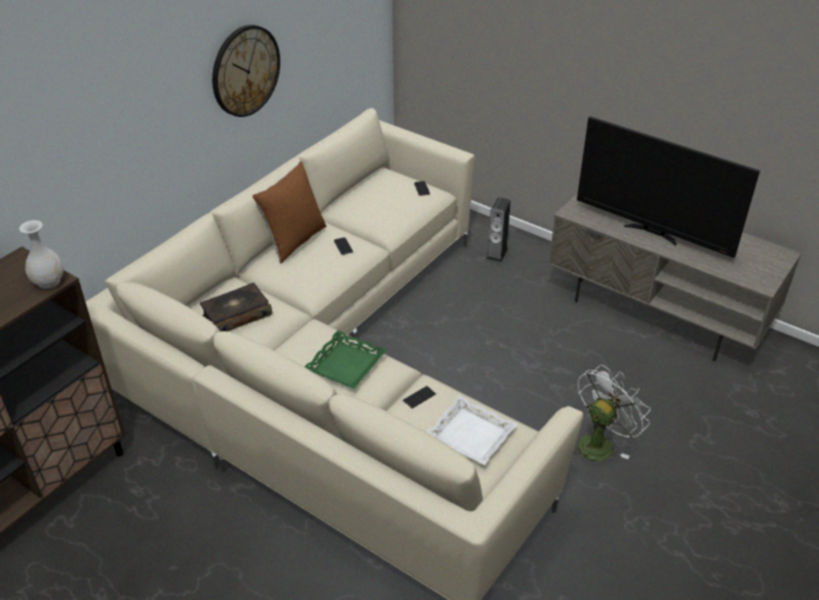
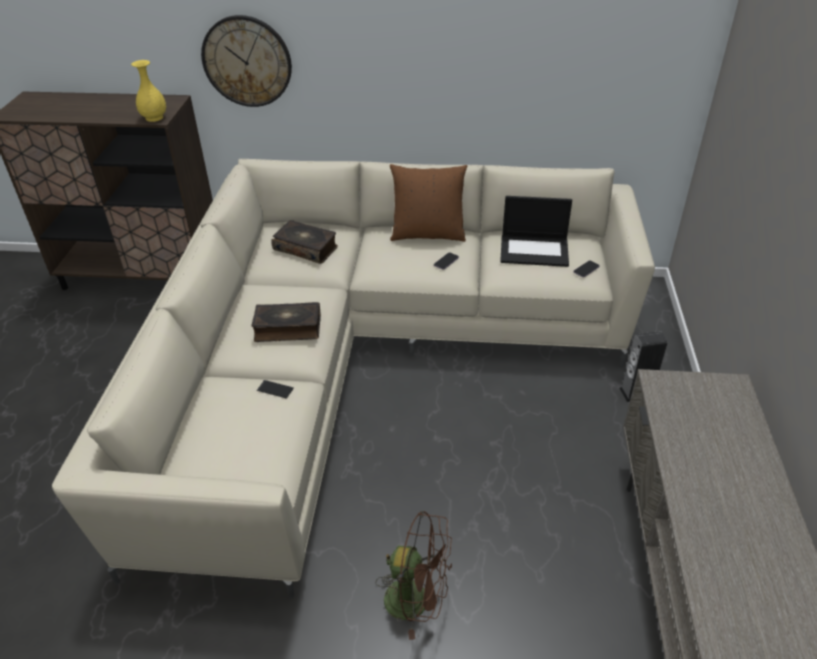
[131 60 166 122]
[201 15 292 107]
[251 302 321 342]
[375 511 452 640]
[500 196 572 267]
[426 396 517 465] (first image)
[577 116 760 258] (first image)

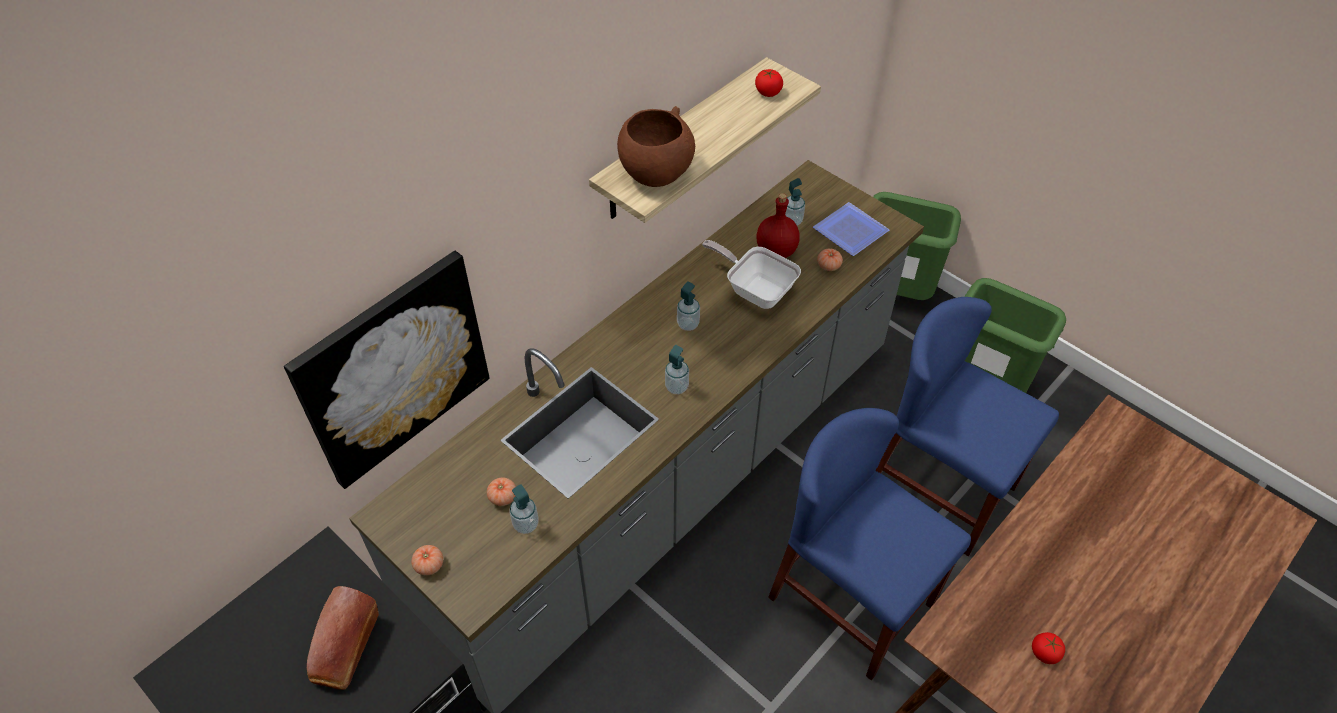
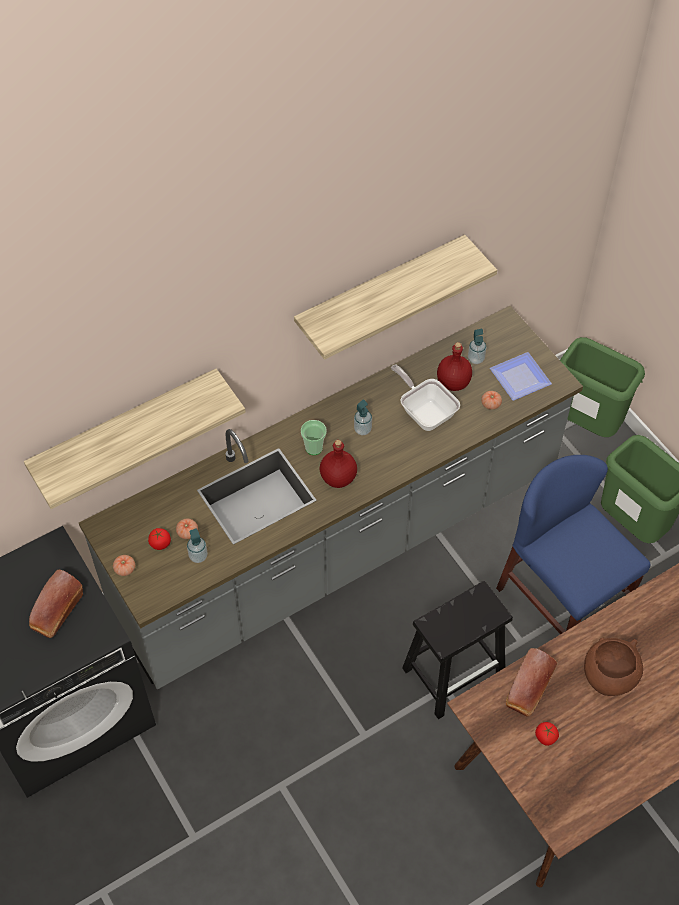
[24 369 246 509]
[148 528 171 550]
[301 420 327 455]
[320 440 357 488]
[402 581 513 719]
[506 648 557 717]
[584 637 643 696]

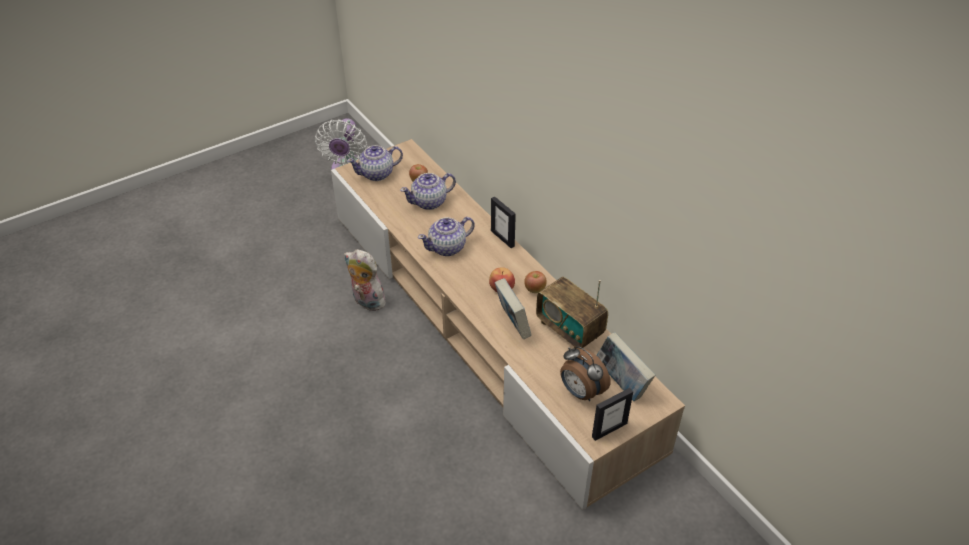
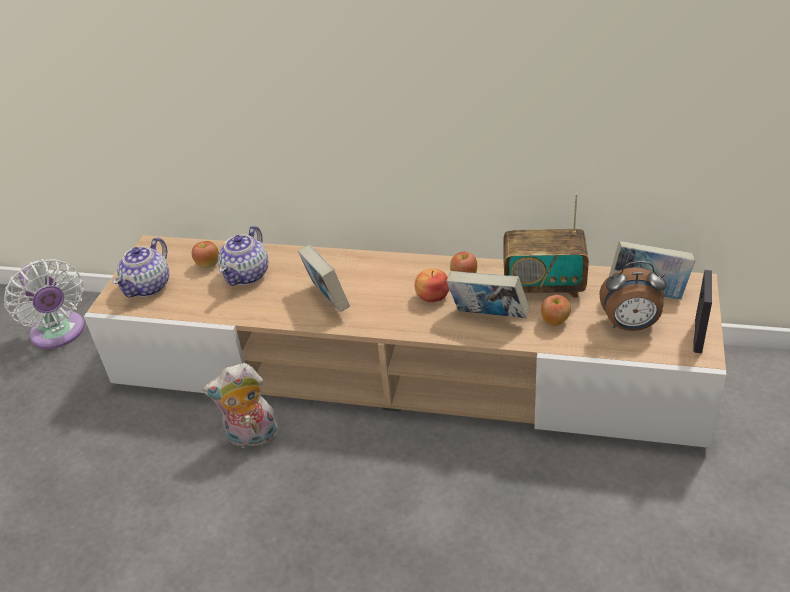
[298 245 350 312]
[541 295 571 326]
[491 197 516 248] (first image)

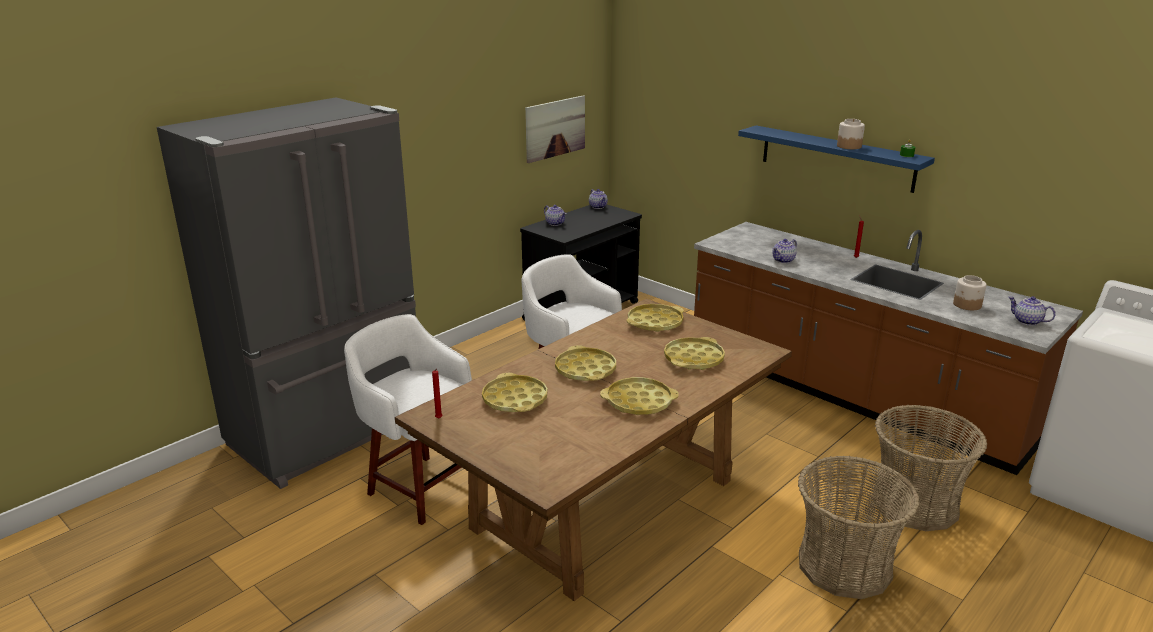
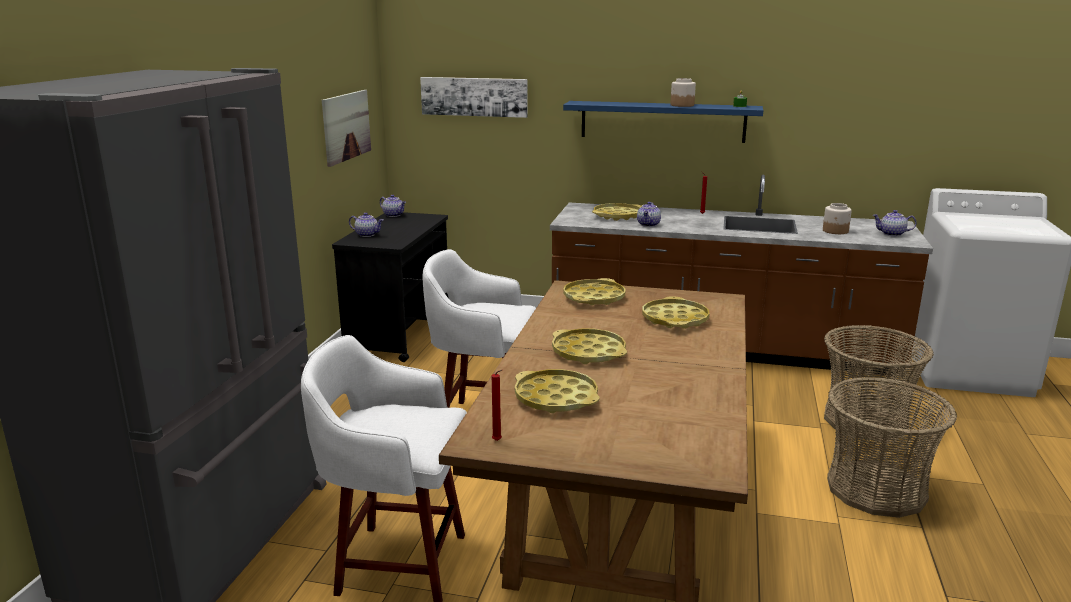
[420 77 528 118]
[592 203 642 221]

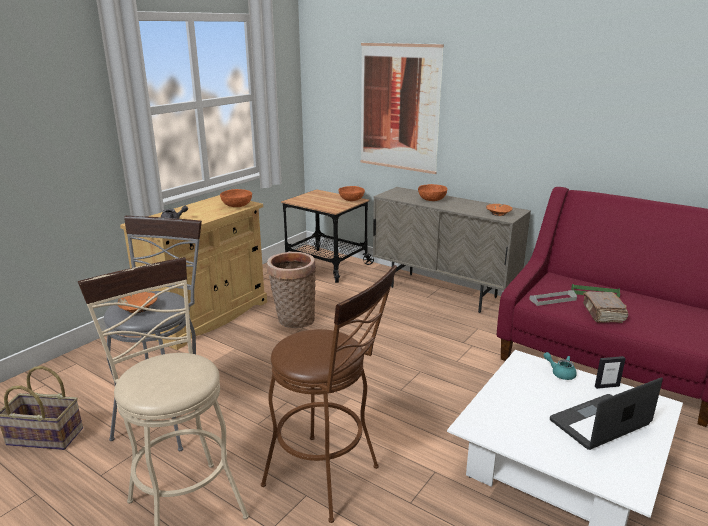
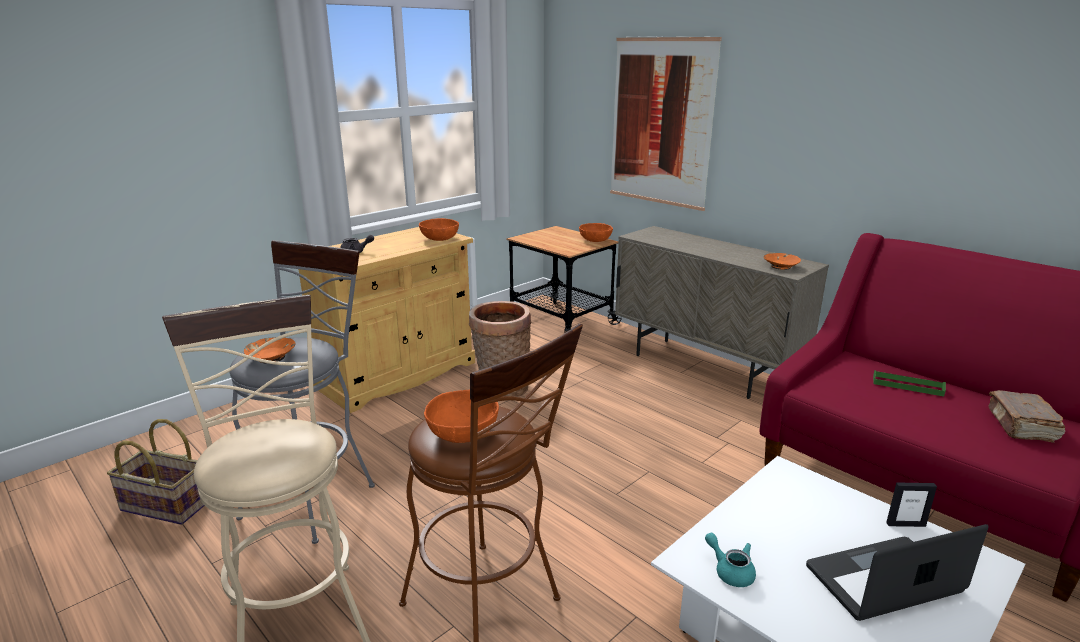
[424 390 499 443]
[705 533 756 587]
[988 390 1065 443]
[529 290 577 306] (first image)

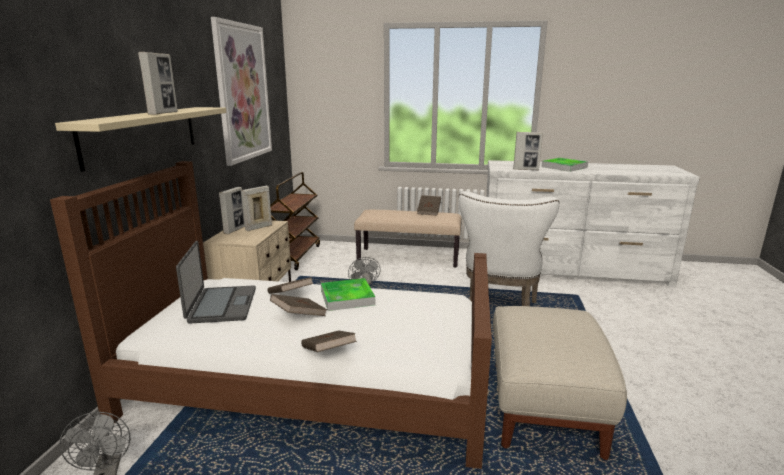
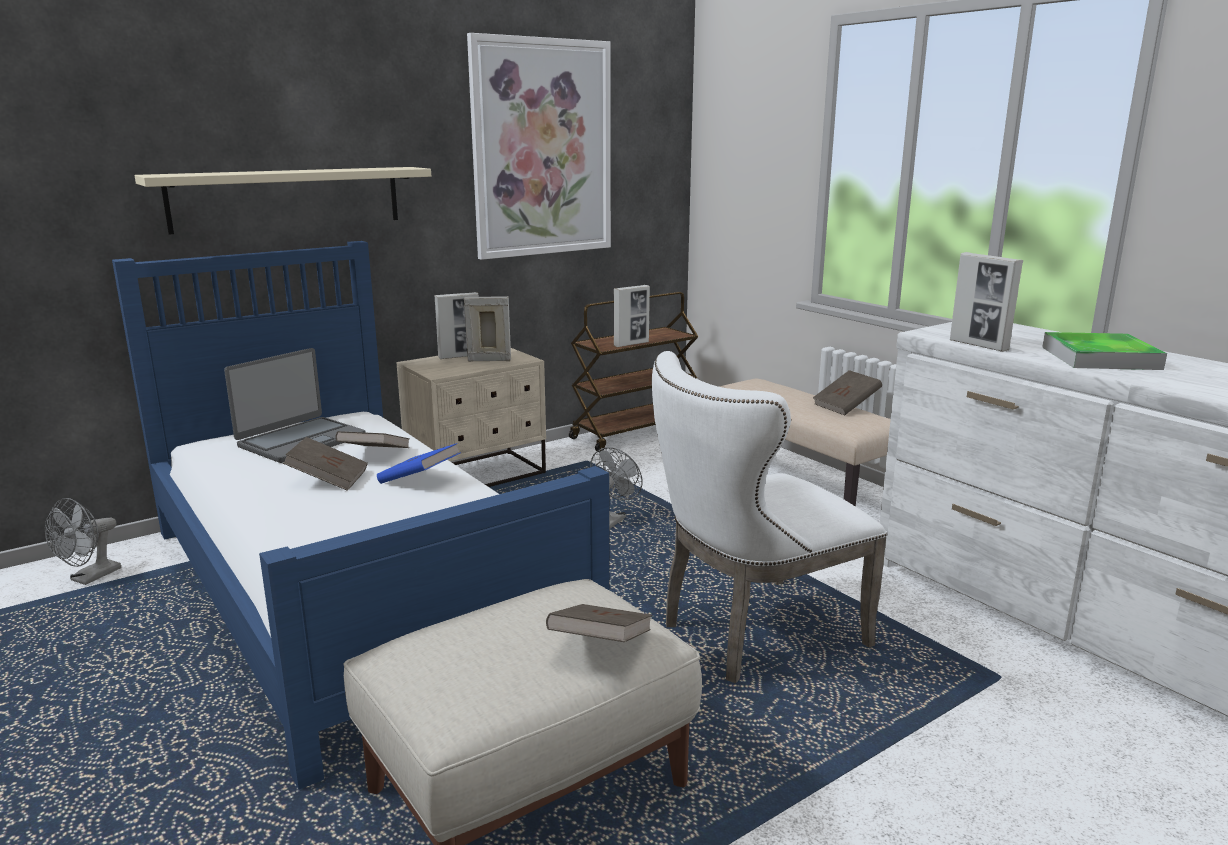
[112 241 609 790]
[377 443 461 484]
[546 604 652 642]
[614 285 650 347]

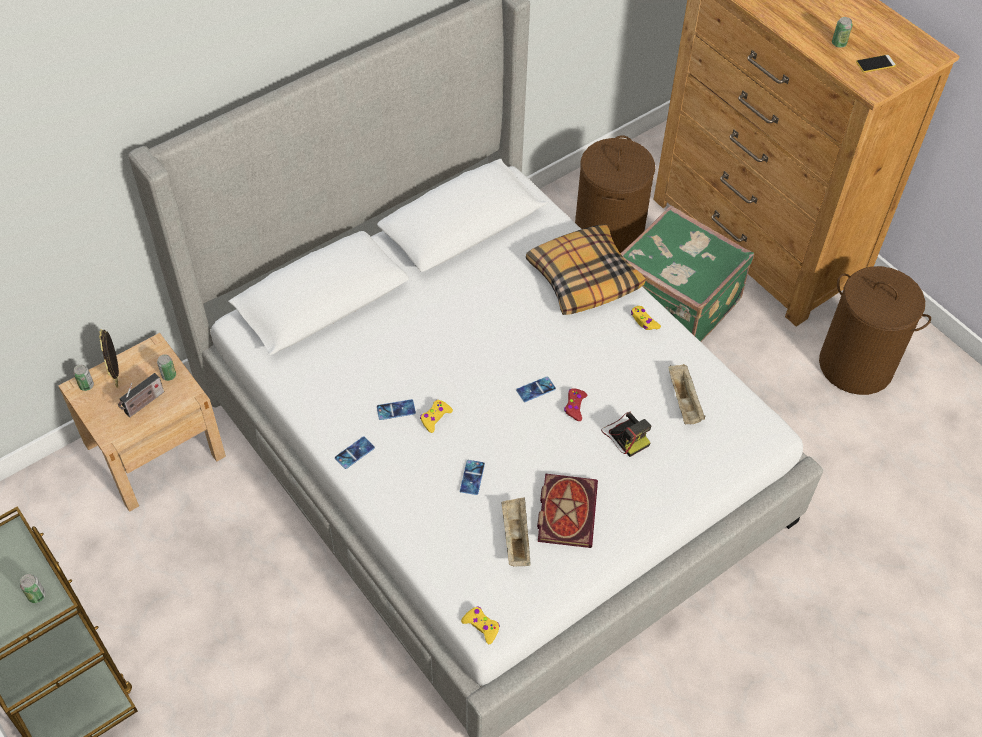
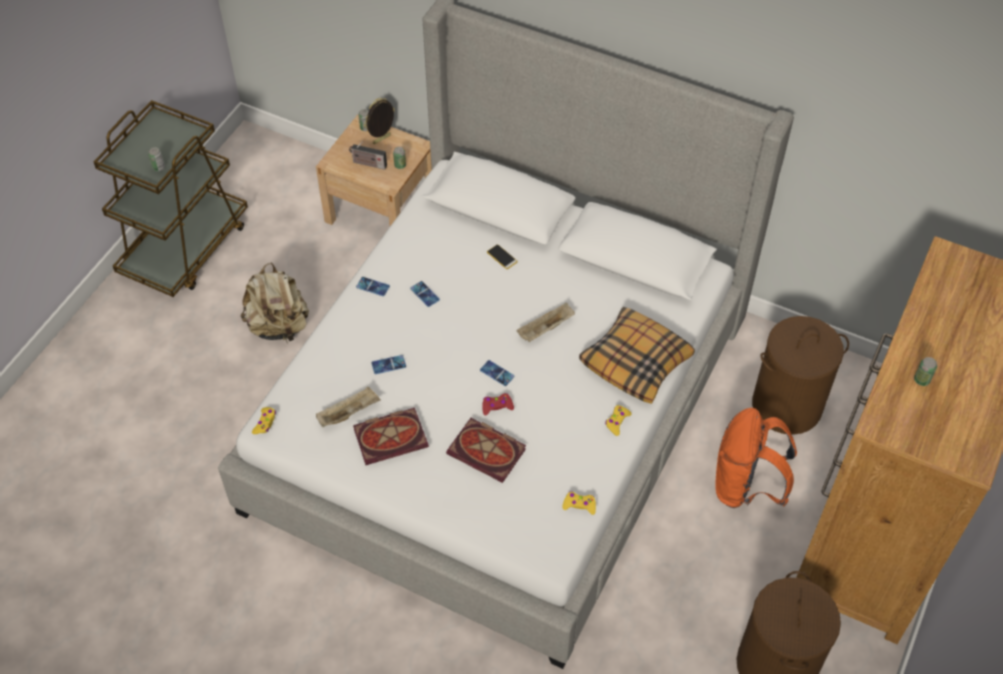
[241 263 309 344]
[446 418 526 483]
[487 245 517 269]
[516 303 575 342]
[562 492 596 515]
[715 408 797 508]

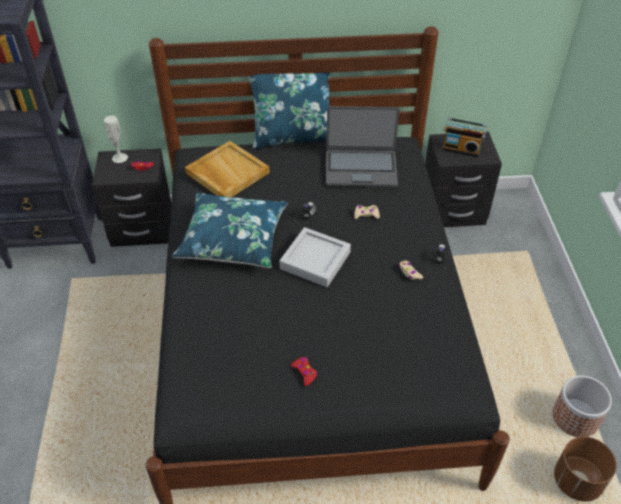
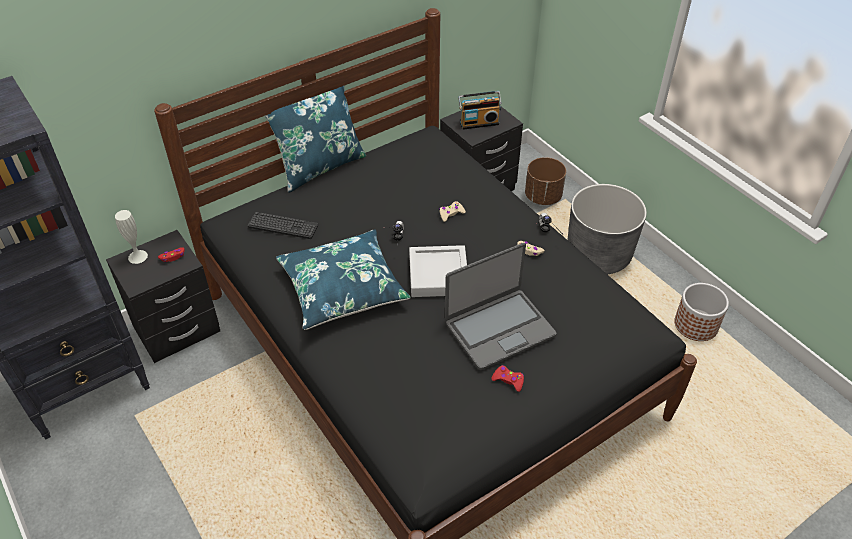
[248 212 318 239]
[445 243 556 370]
[525 157 566 205]
[568 184 647 274]

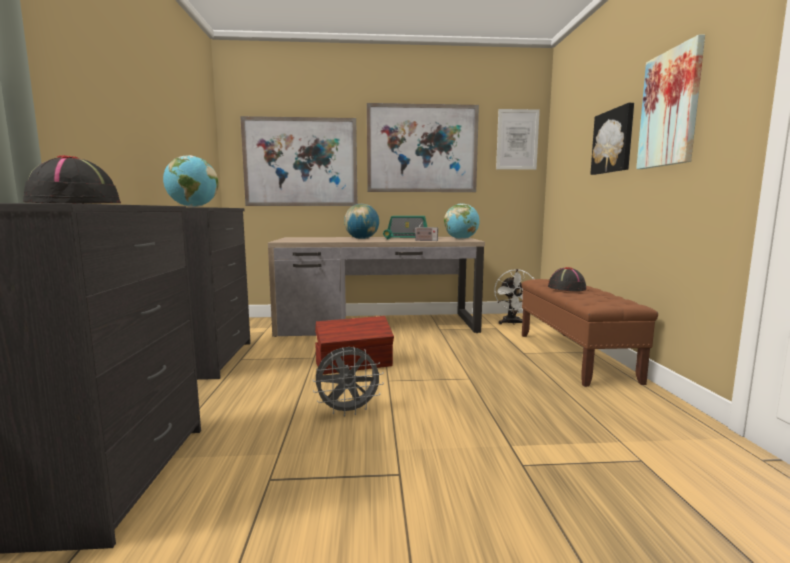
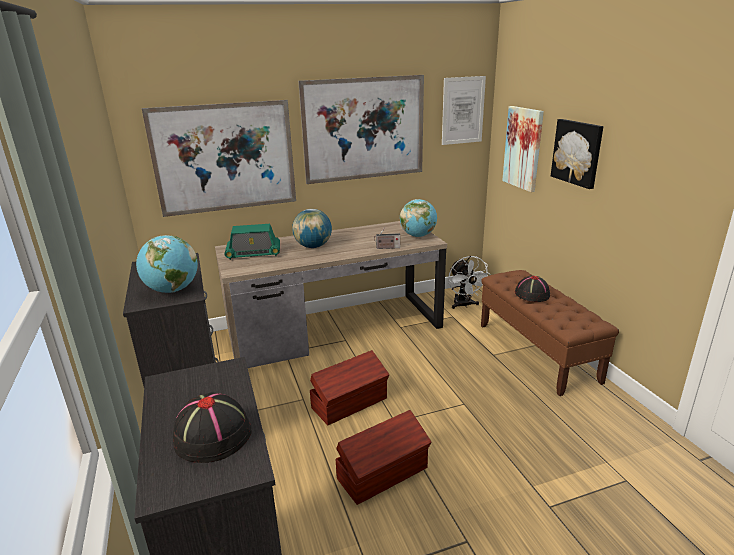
[224 224 280 260]
[335 410 432 505]
[502 106 544 192]

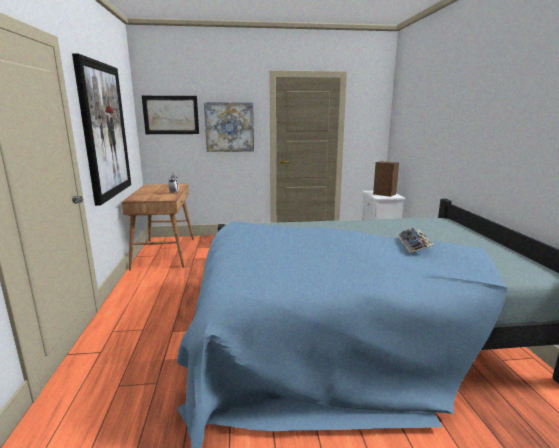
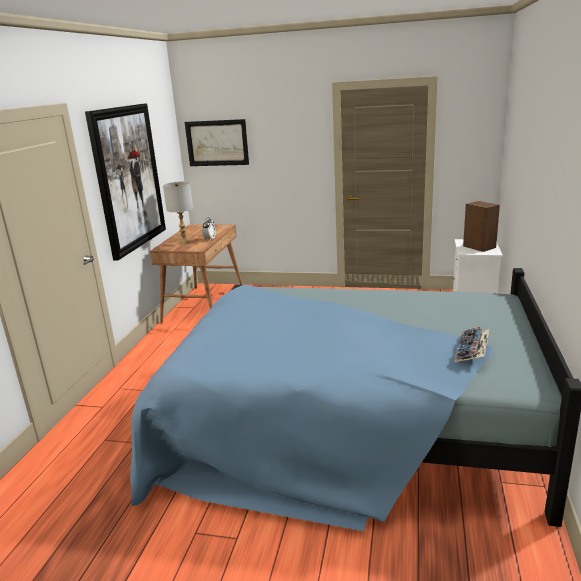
[163 182 193 245]
[454 326 490 363]
[204 102 254 152] (first image)

